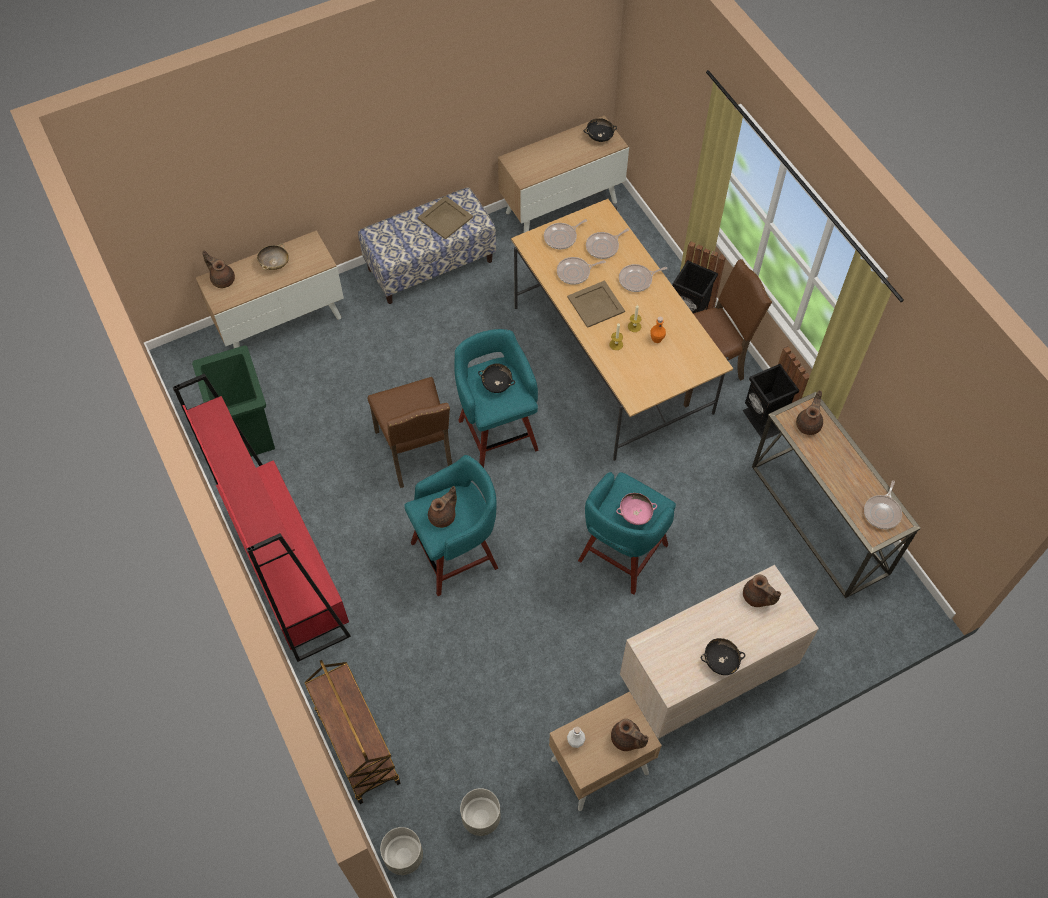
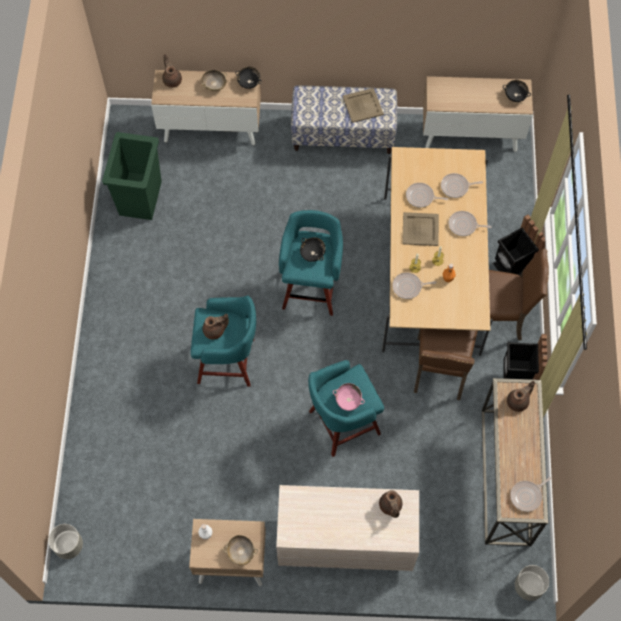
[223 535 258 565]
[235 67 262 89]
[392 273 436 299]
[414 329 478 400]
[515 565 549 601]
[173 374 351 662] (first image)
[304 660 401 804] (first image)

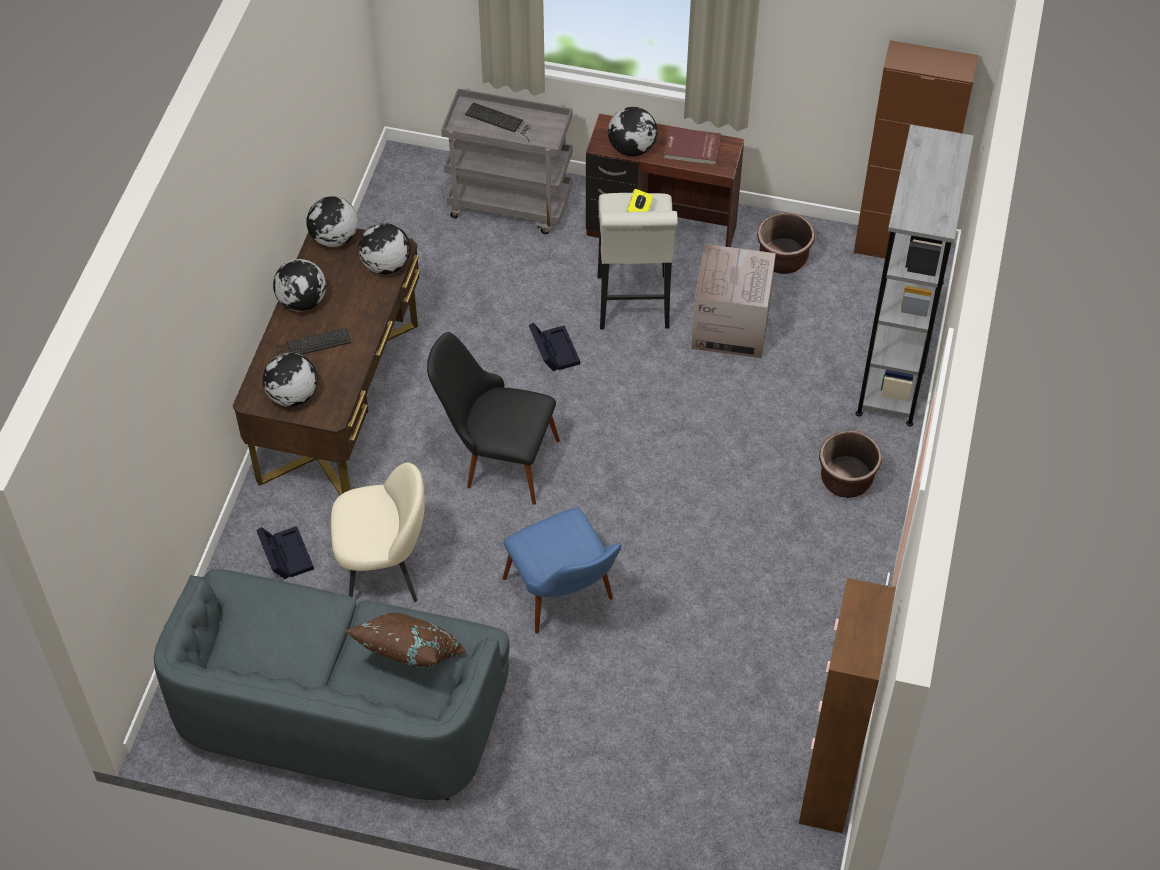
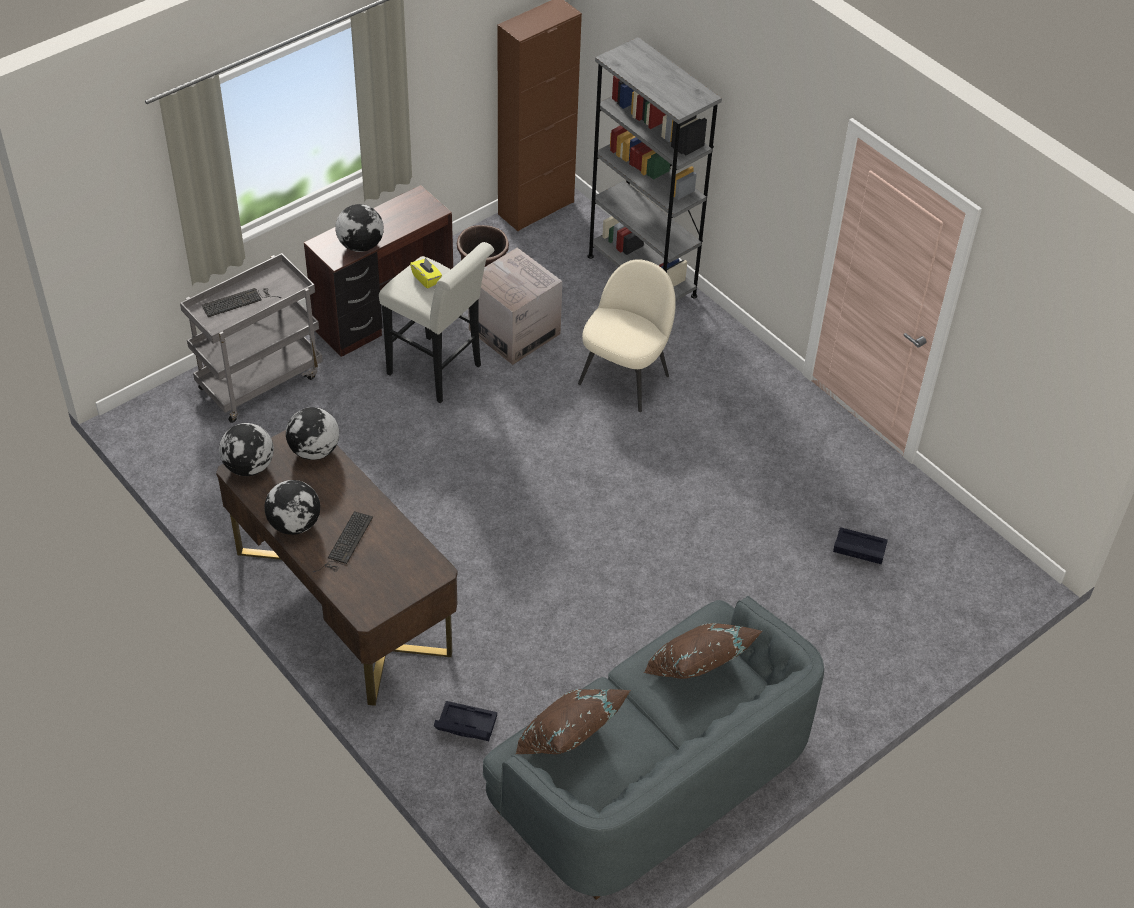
[516 689 631 754]
[578 259 676 412]
[833 527 888 564]
[263 353 318 407] (first image)
[427 332 560 505] (first image)
[503 508 622 634] (first image)
[664 127 721 165] (first image)
[799 578 896 833] (first image)
[819 430 882 498] (first image)

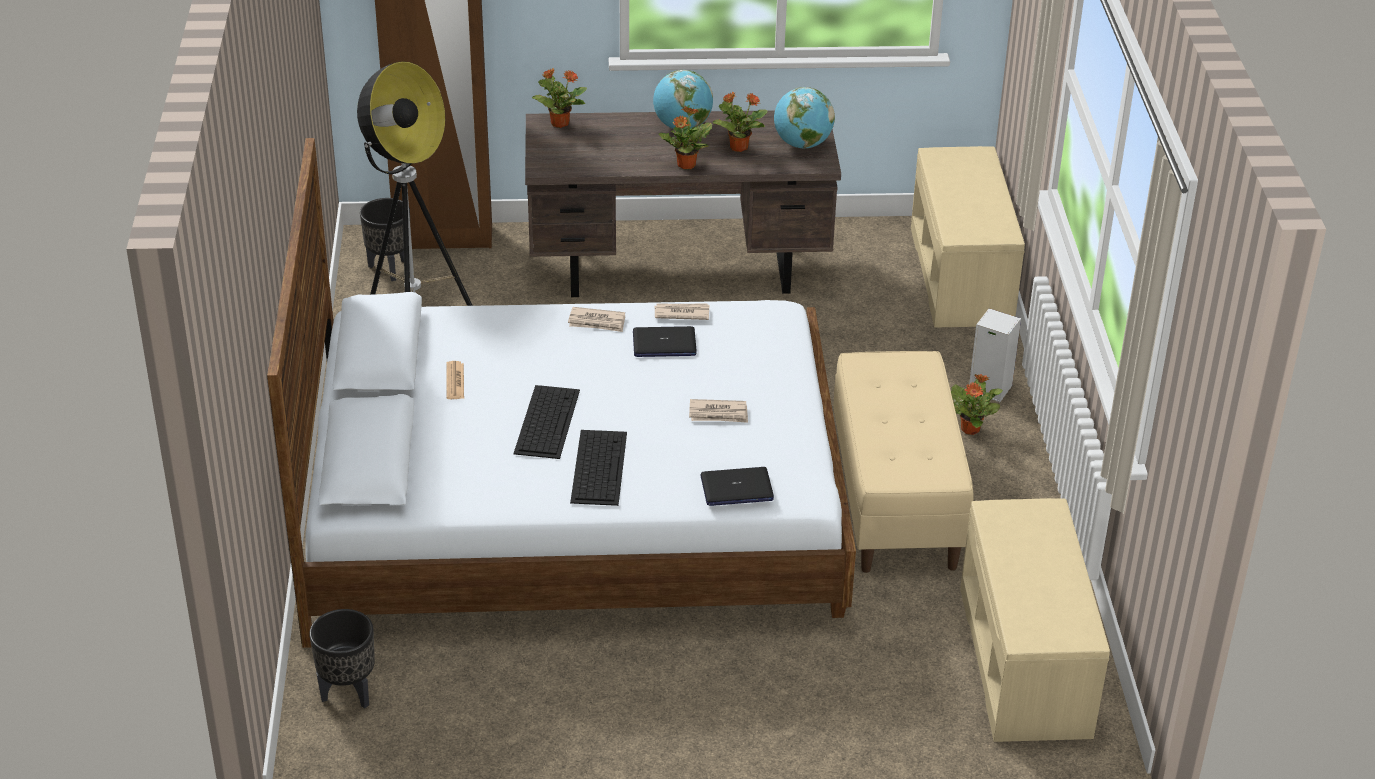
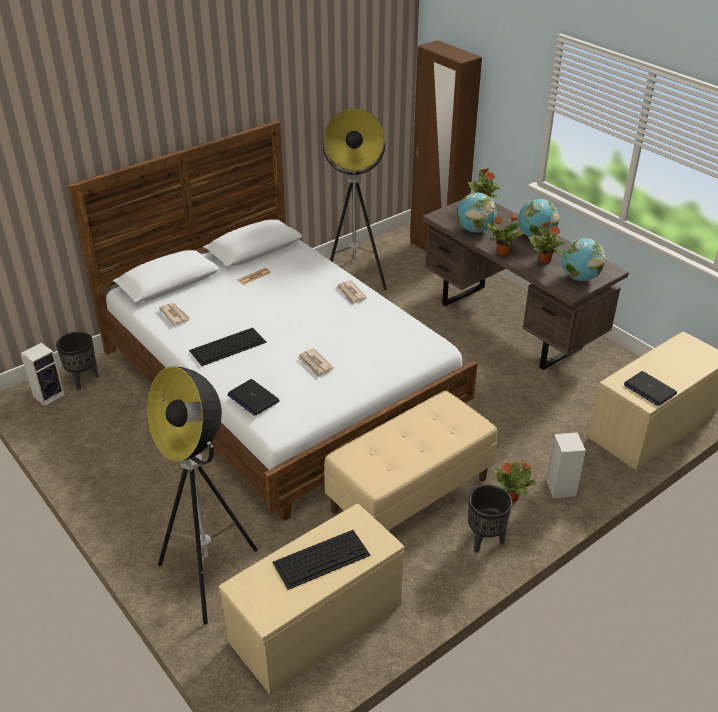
[21 343 65 406]
[147 367 258 625]
[159 303 191 325]
[272 530 370 590]
[457 193 497 233]
[468 485 512 553]
[624 371 677 406]

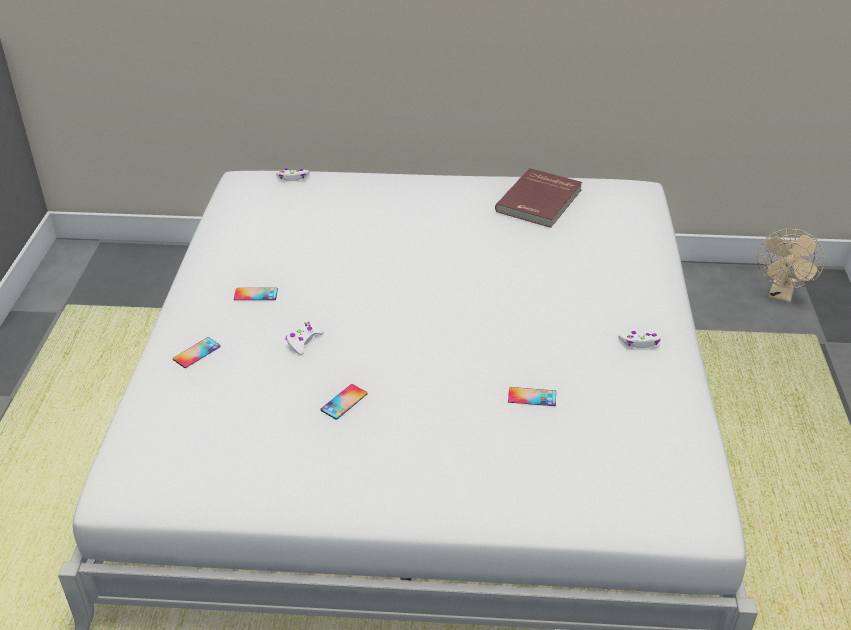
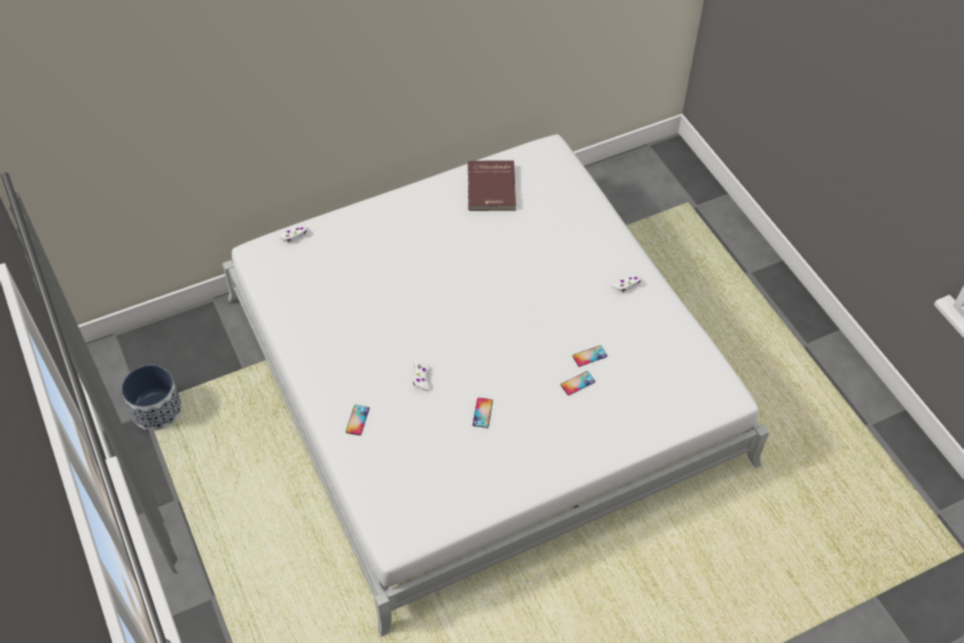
[121 364 182 431]
[561 371 595 395]
[757 229 825 303] (first image)

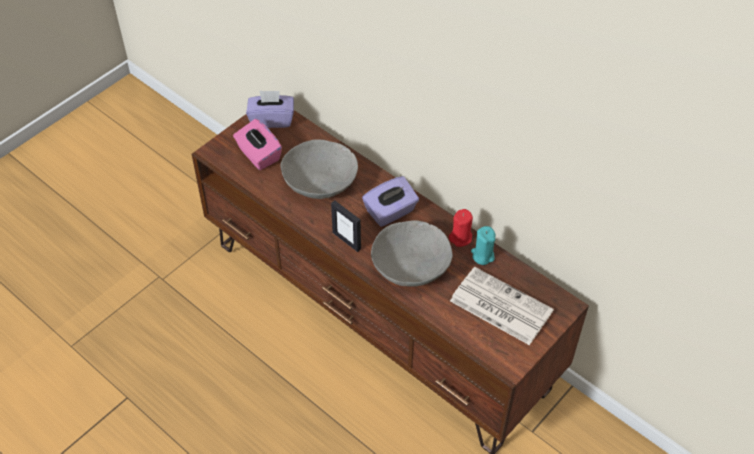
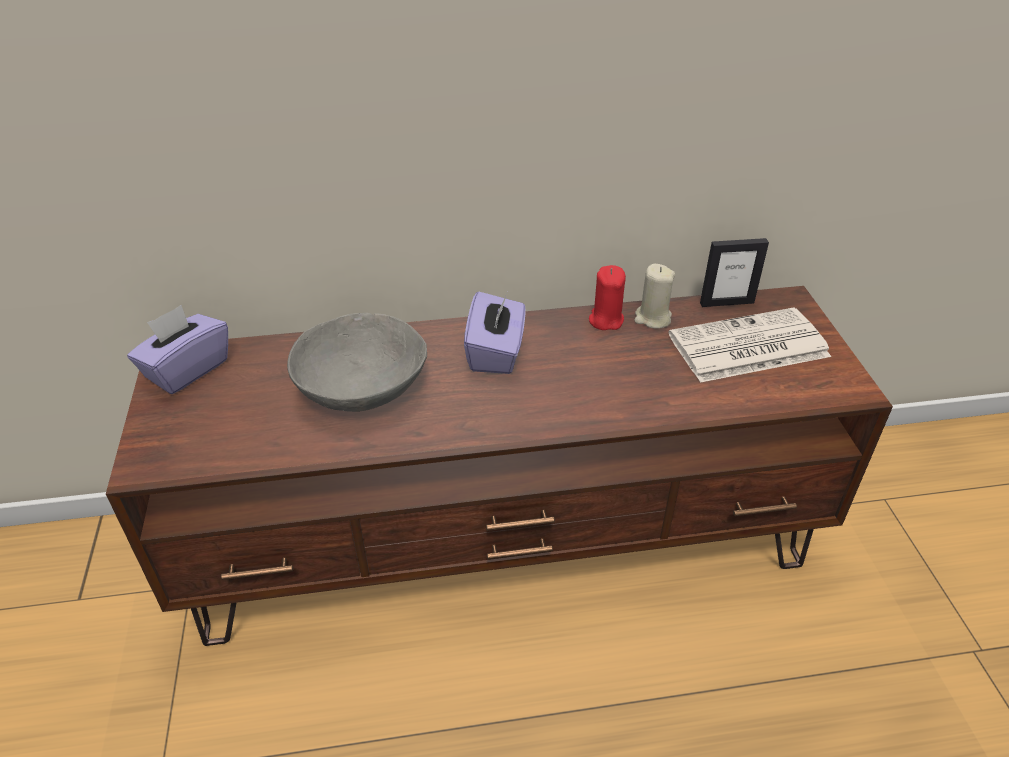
[634 264 675 329]
[700 238 769 307]
[233 119 282 170] (first image)
[371 221 453 286] (first image)

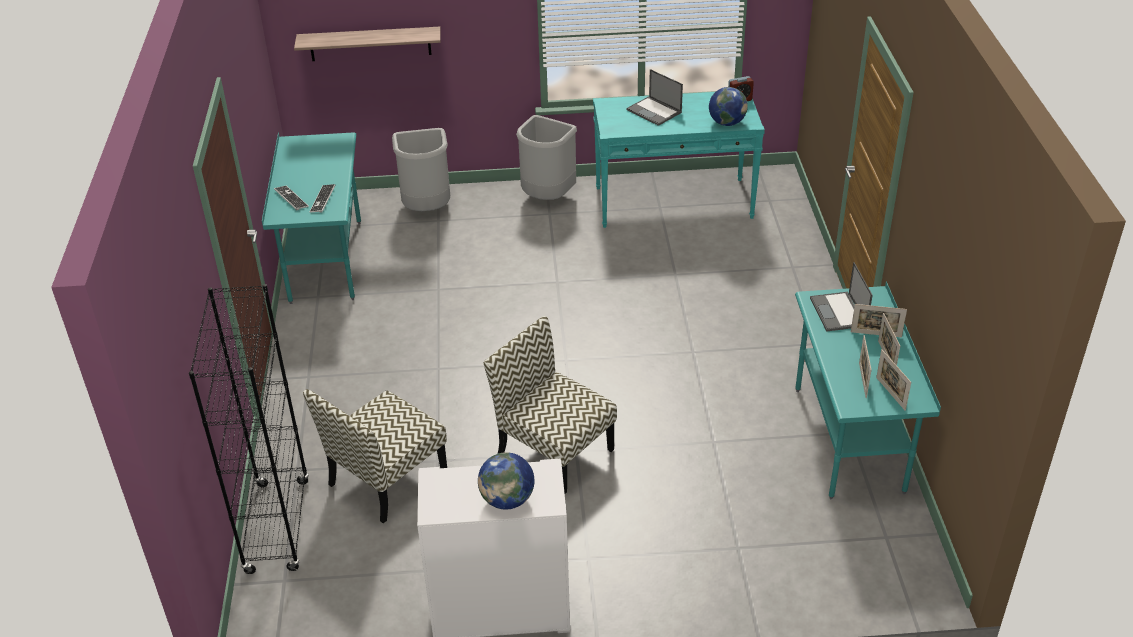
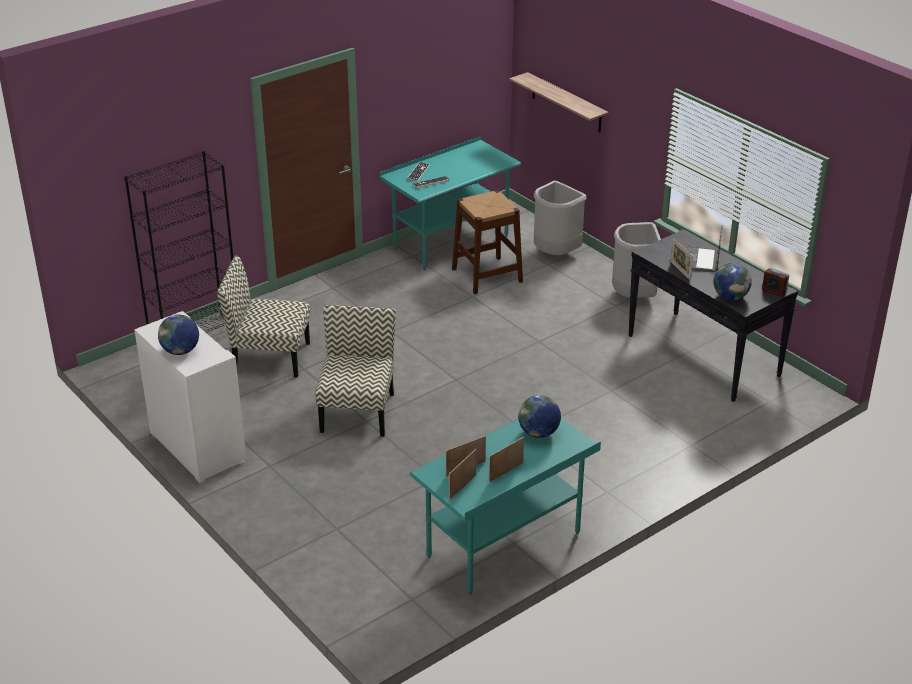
[452 190 523 294]
[518 395 561 438]
[628 229 798 402]
[671 238 693 281]

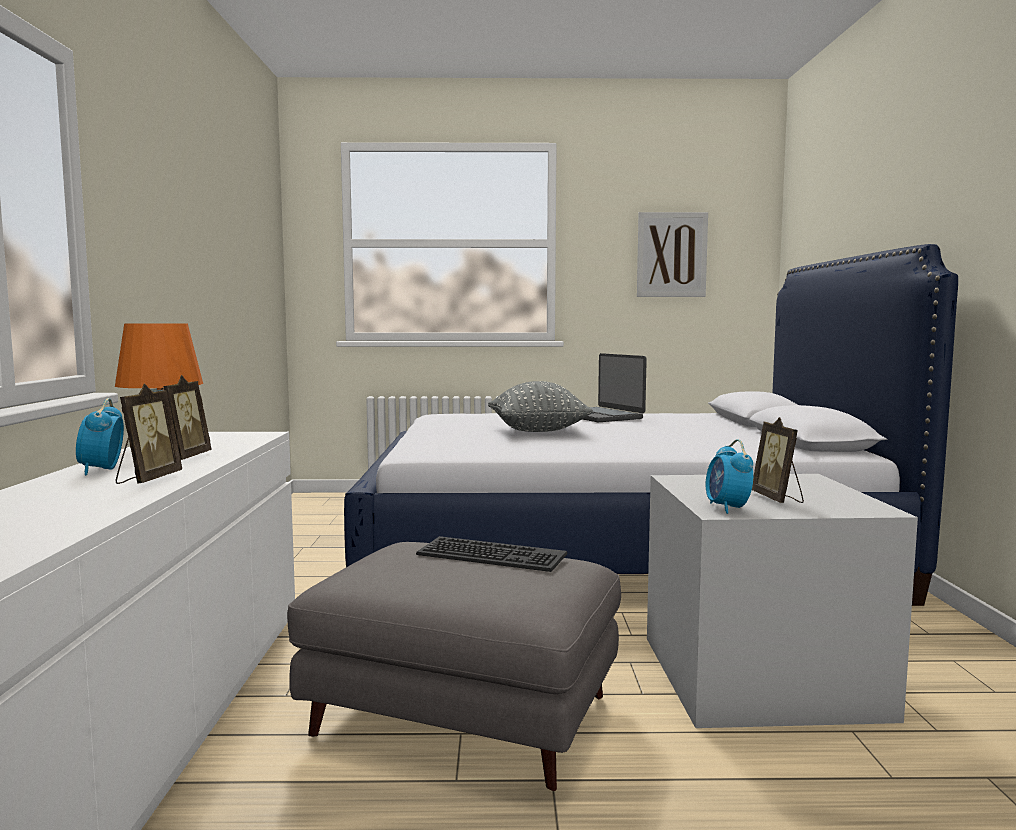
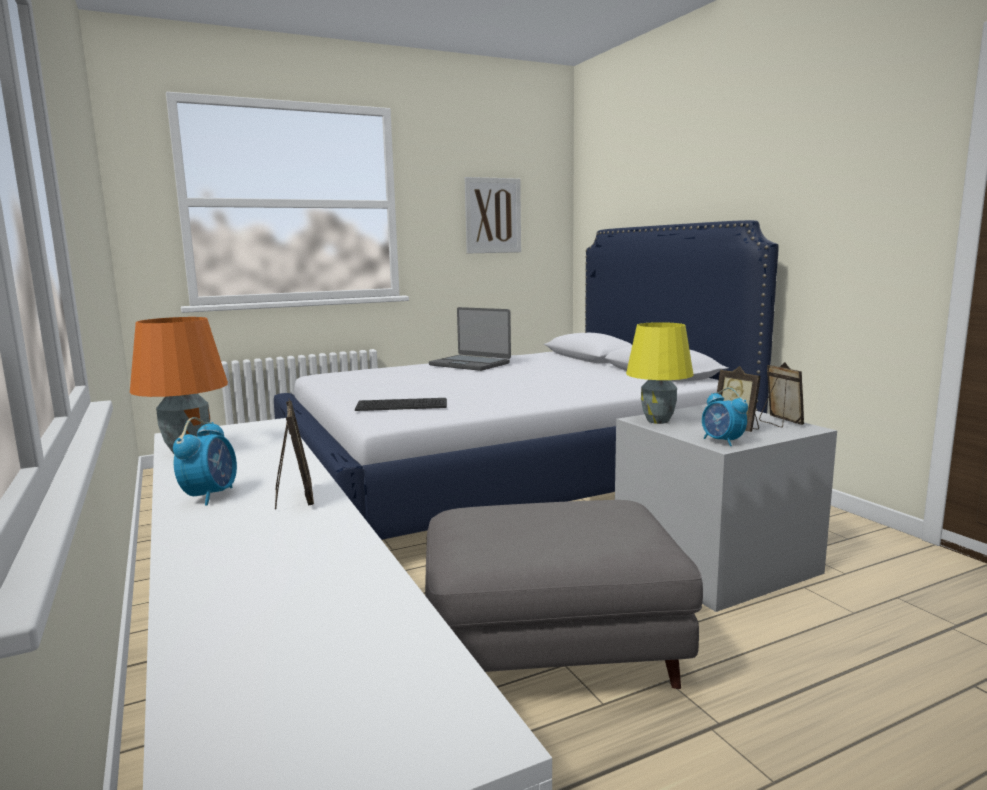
[173 417 237 506]
[355 398 447 411]
[626 322 693 424]
[759 362 804 427]
[488 381 593 432] (first image)

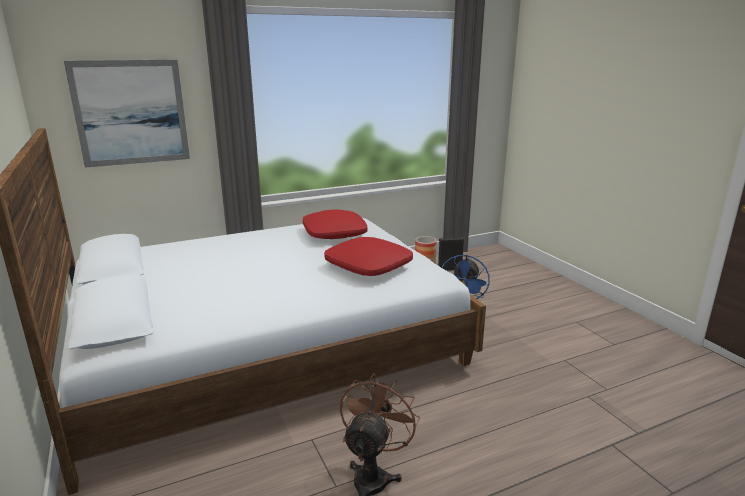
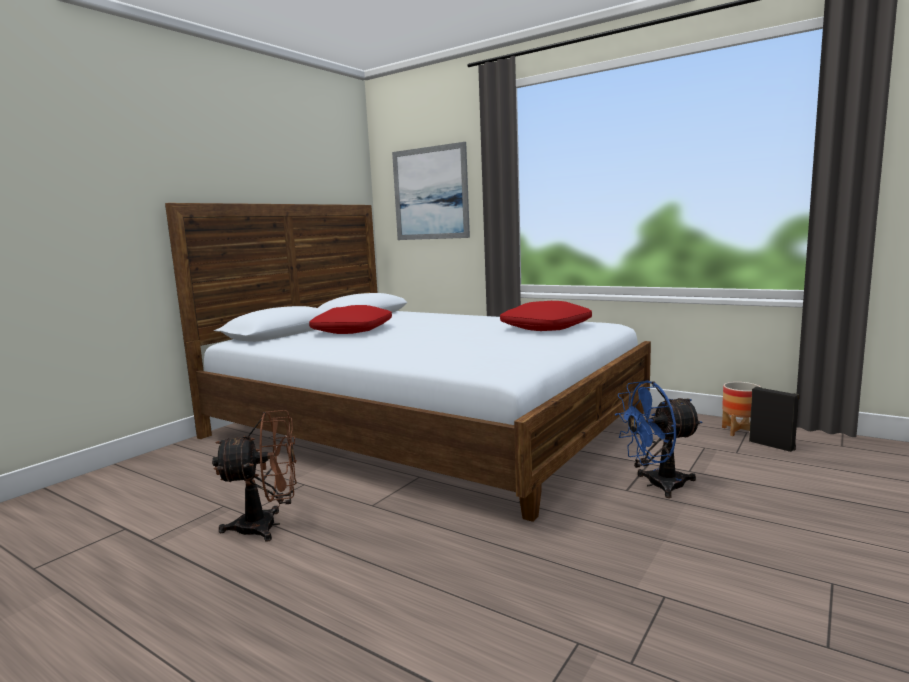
[309 305 392 334]

